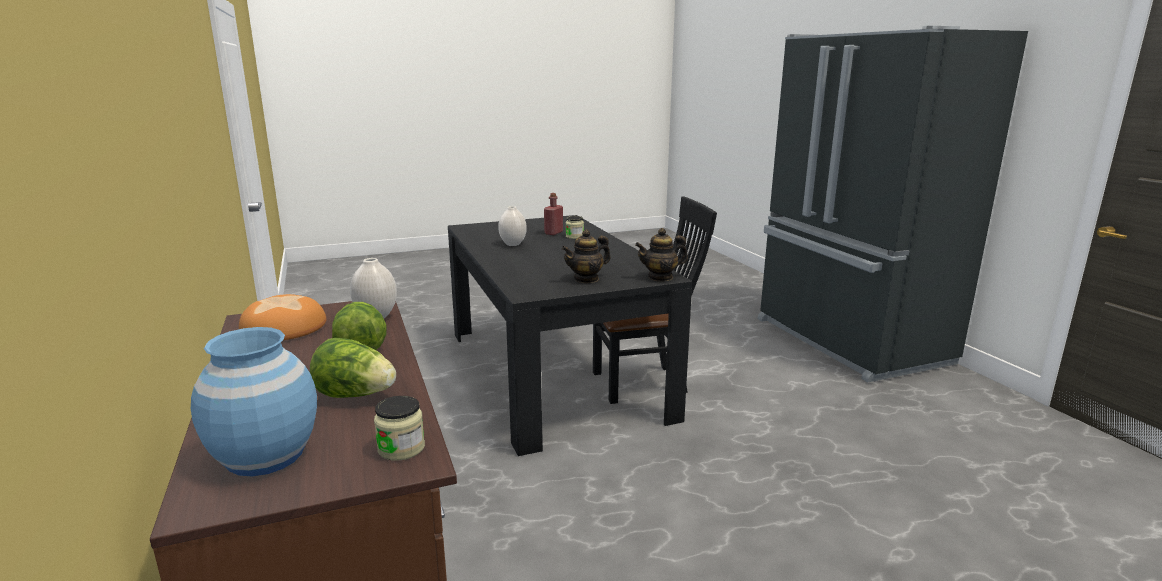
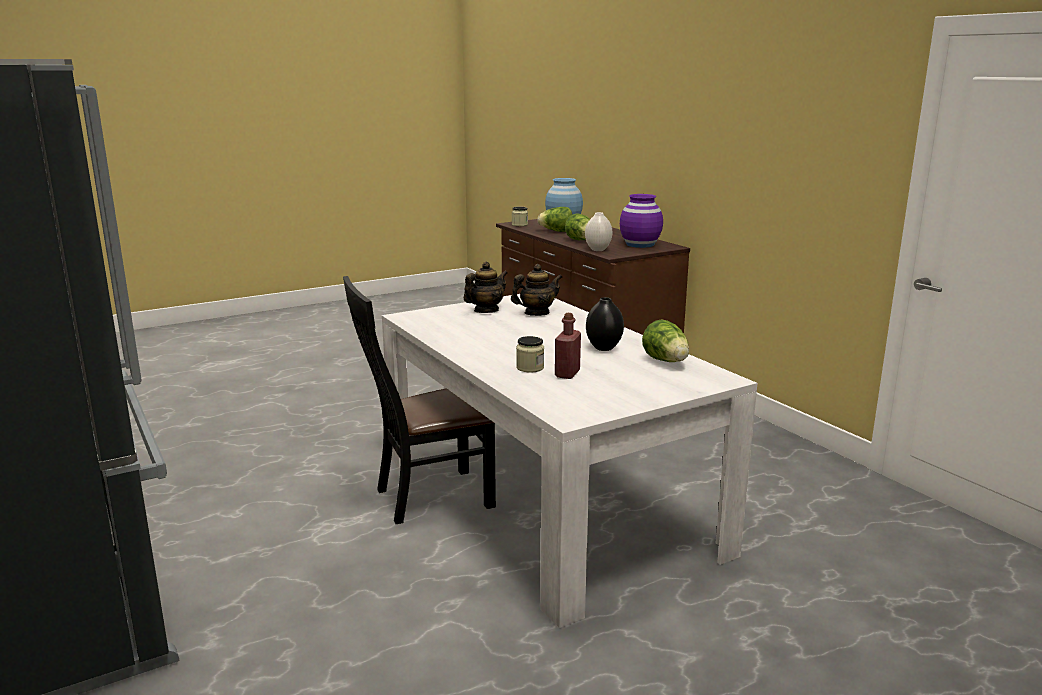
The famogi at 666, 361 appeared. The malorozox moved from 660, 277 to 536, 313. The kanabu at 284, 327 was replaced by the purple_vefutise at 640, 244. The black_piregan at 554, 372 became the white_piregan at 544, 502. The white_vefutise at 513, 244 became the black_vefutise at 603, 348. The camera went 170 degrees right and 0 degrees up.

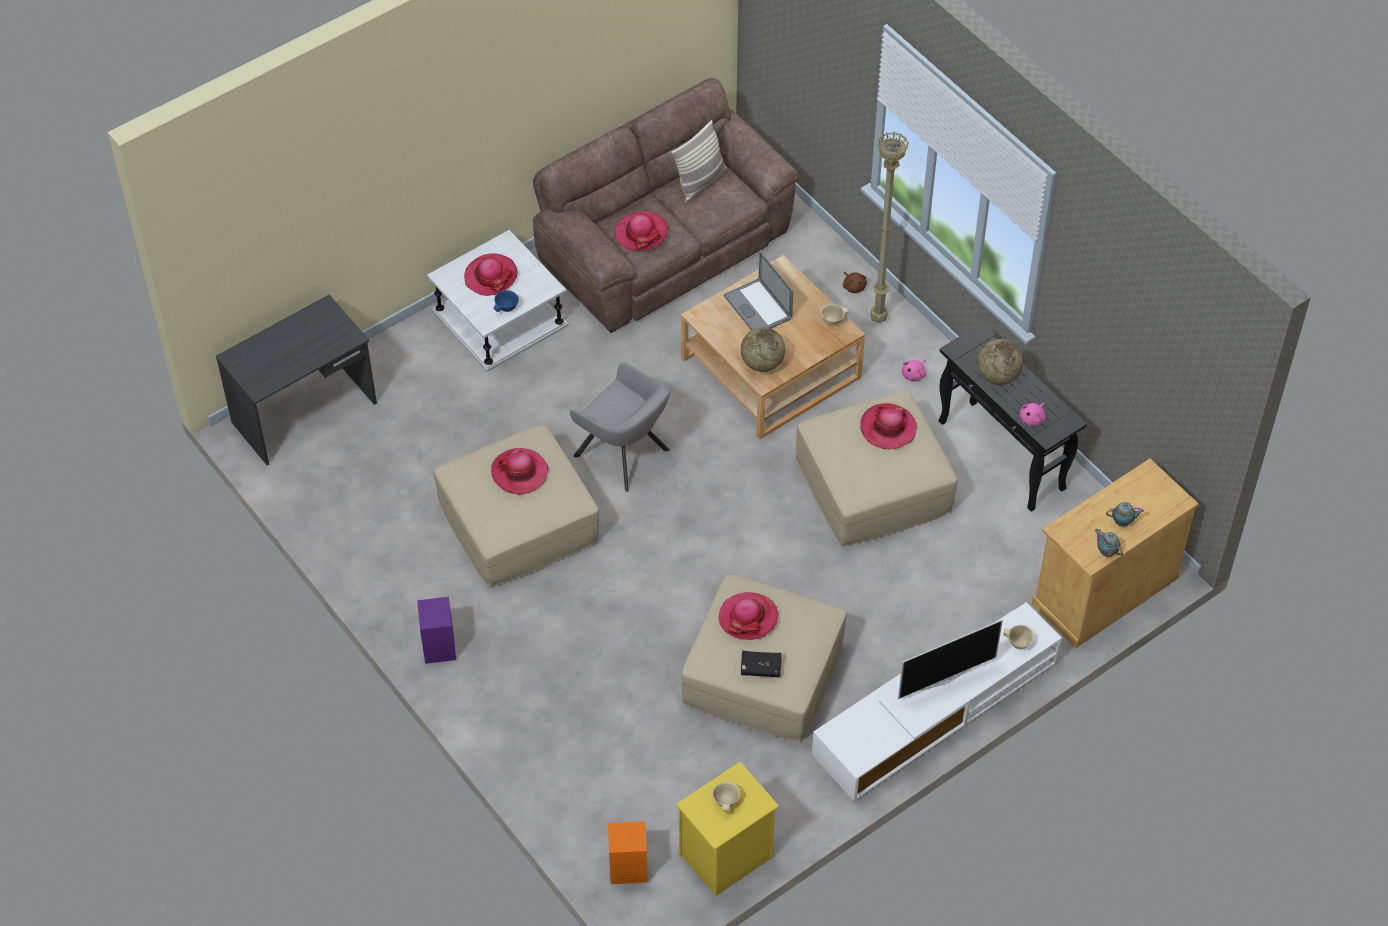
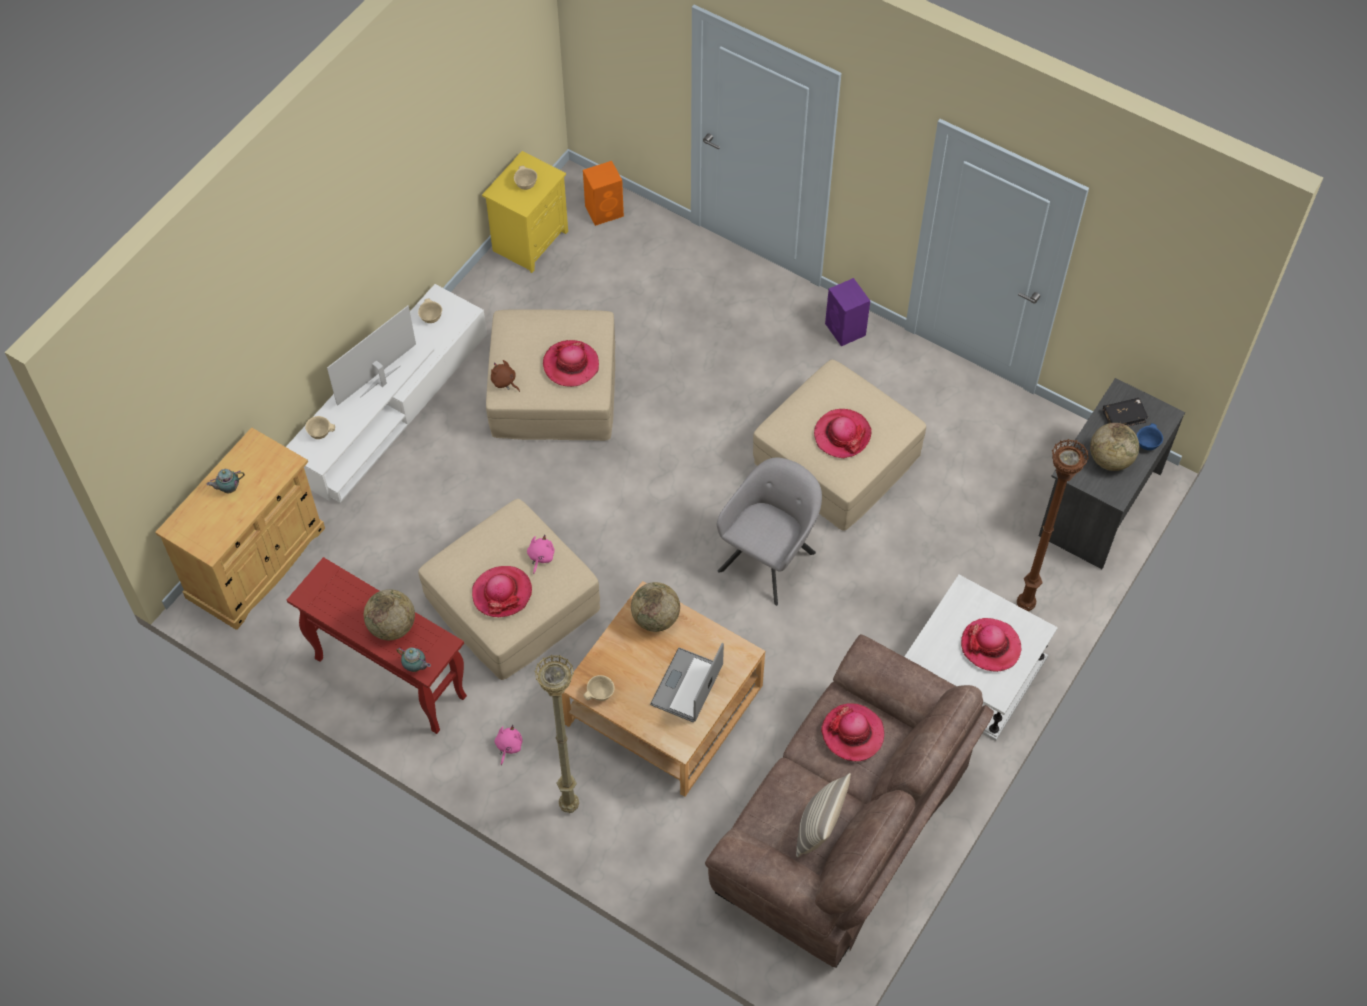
The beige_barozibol at 430, 318 appeared. The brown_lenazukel at 1024, 607 appeared. The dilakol at 1110, 459 appeared. The blue_barozibol moved from 506, 308 to 1146, 444. The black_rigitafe moved from 760, 668 to 1123, 416. The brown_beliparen moved from 853, 286 to 504, 382. The pink_beliparen moved from 1032, 418 to 540, 557. The malorozox moved from 1106, 551 to 415, 667. The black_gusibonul at 1002, 456 became the red_gusibonul at 389, 677. The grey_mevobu at 625, 455 turned 105 degrees clockwise. The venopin at 757, 307 turned 105 degrees counterclockwise. The camera went 160 degrees right and 5 degrees up.

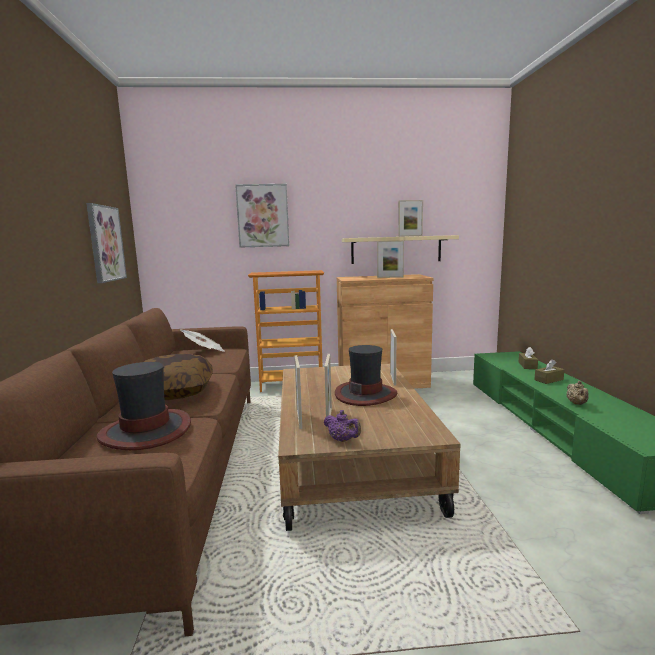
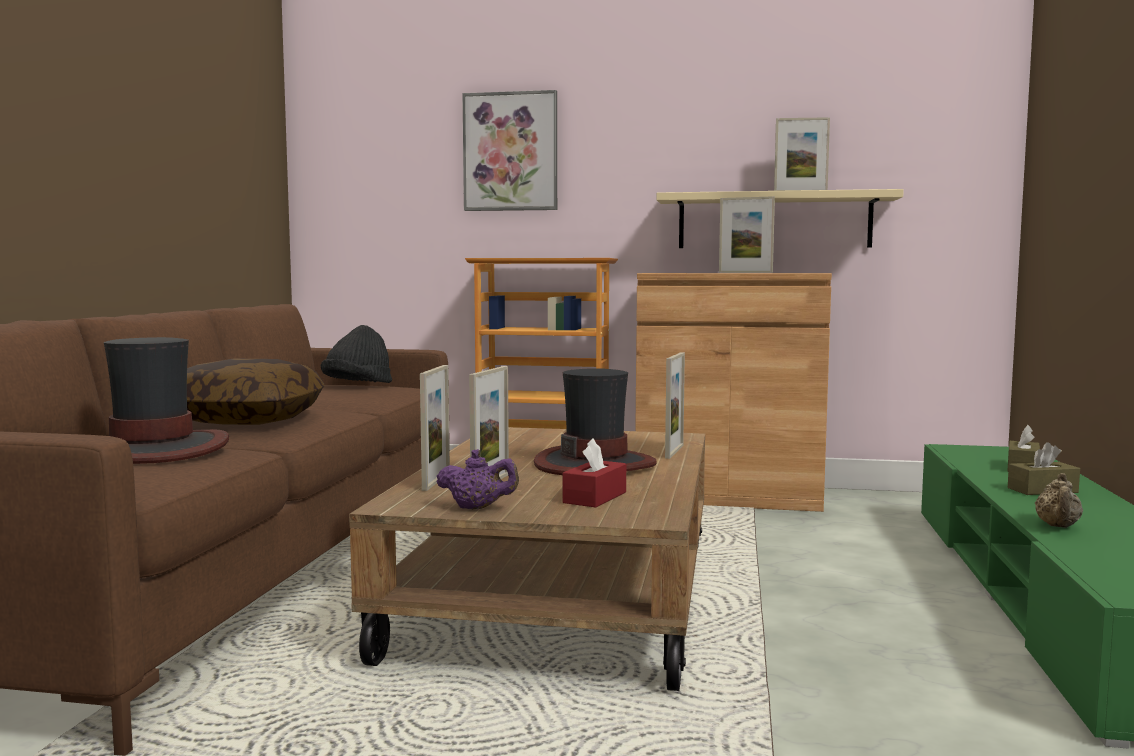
The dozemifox at 105, 243 disappeared. The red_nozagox at 595, 497 appeared. The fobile at 204, 351 was replaced by the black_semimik at 358, 386. The purple_malorozox at 342, 440 turned 45 degrees counterclockwise. The camera went 15 degrees right and 5 degrees down.

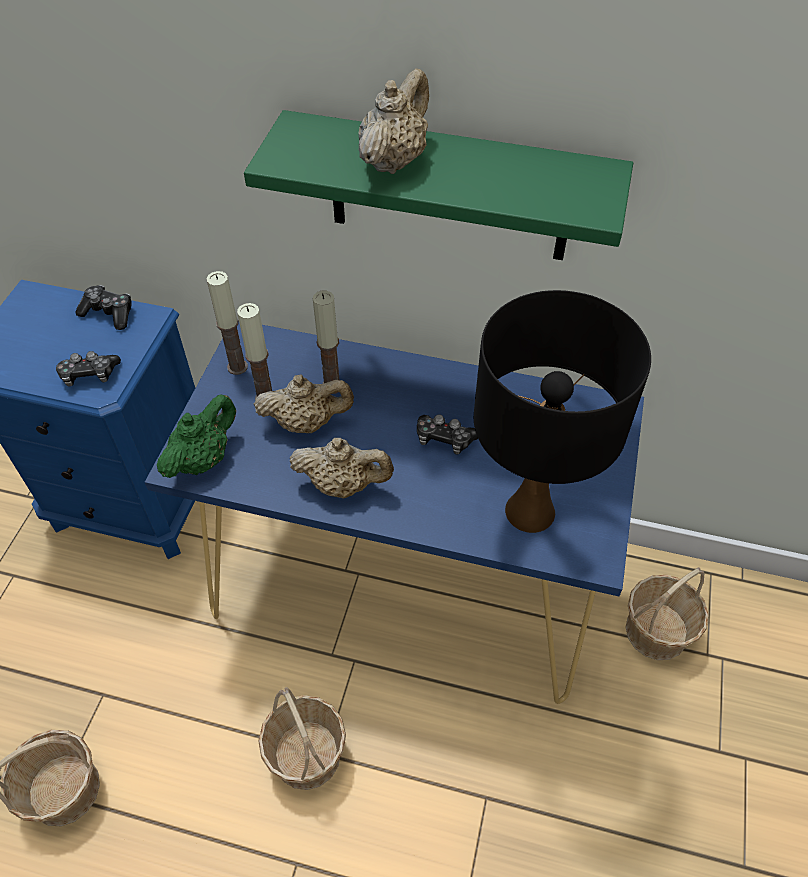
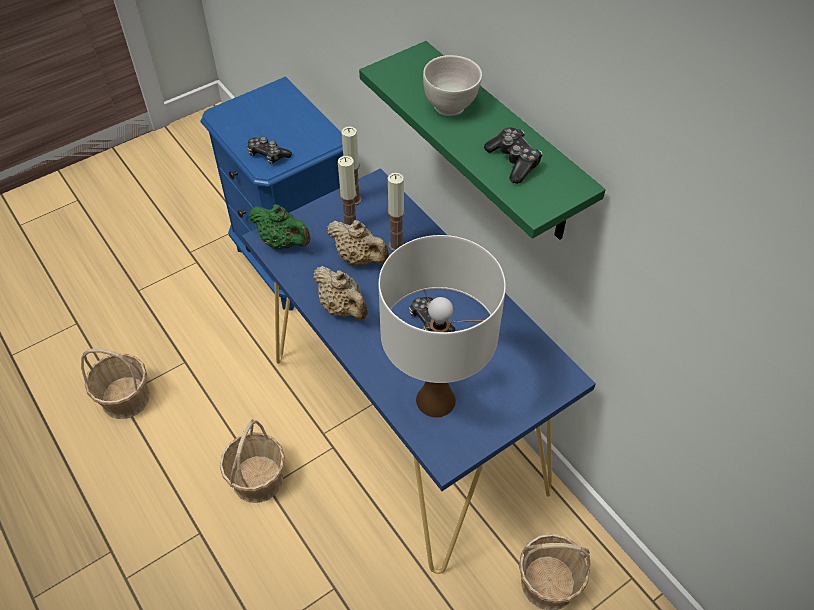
The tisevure moved from 109, 313 to 513, 161. The beige_malorozox at 394, 160 was replaced by the white_barozibol at 450, 106. The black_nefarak at 531, 511 became the white_nefarak at 436, 400. The green_malorozox at 203, 459 turned 45 degrees clockwise. The camera went 40 degrees right and 0 degrees up.

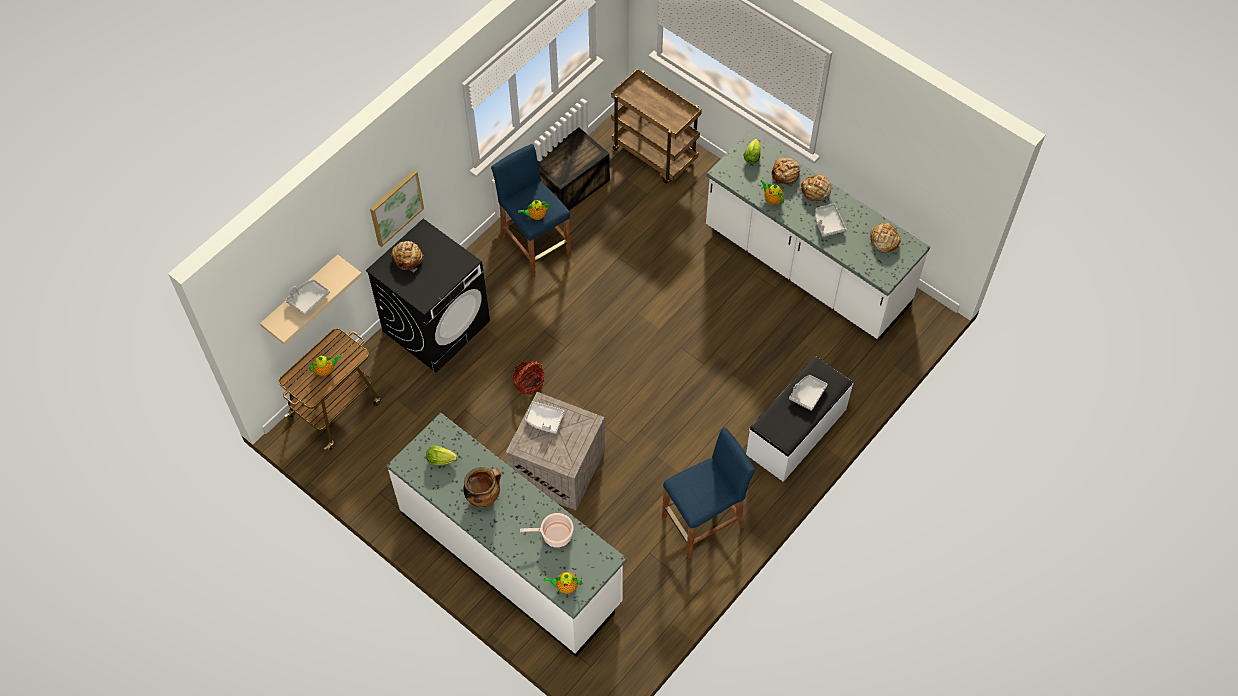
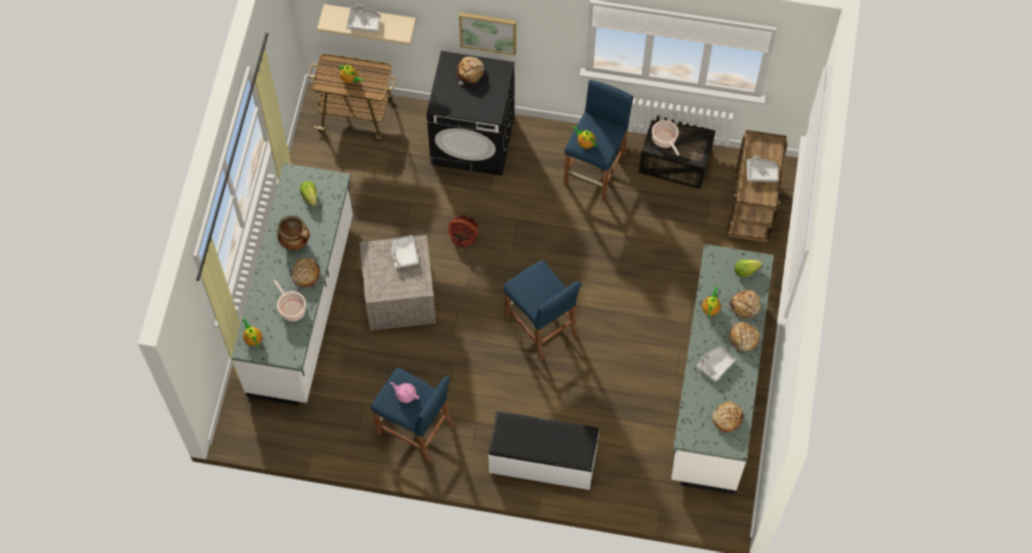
The kanabu at 305, 274 appeared. The pink_malorozox at 405, 394 appeared. The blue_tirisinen at 540, 326 appeared. The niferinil at 665, 140 appeared. The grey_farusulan moved from 807, 394 to 761, 172. The camera went 60 degrees right and 5 degrees up.

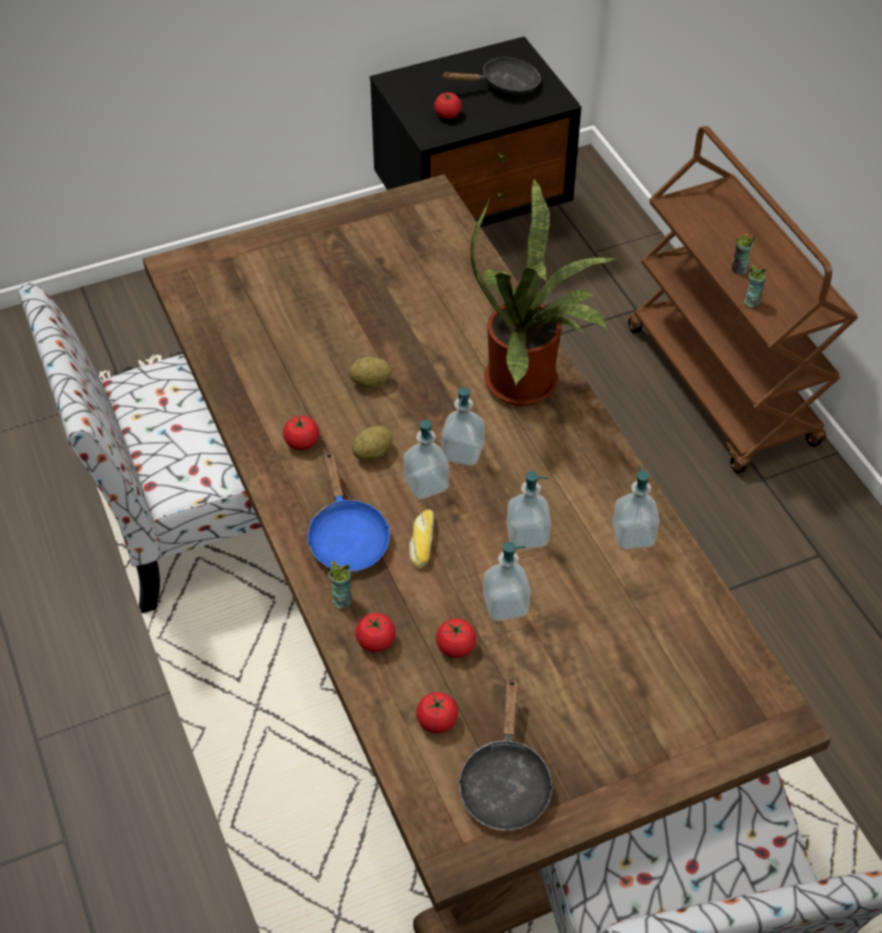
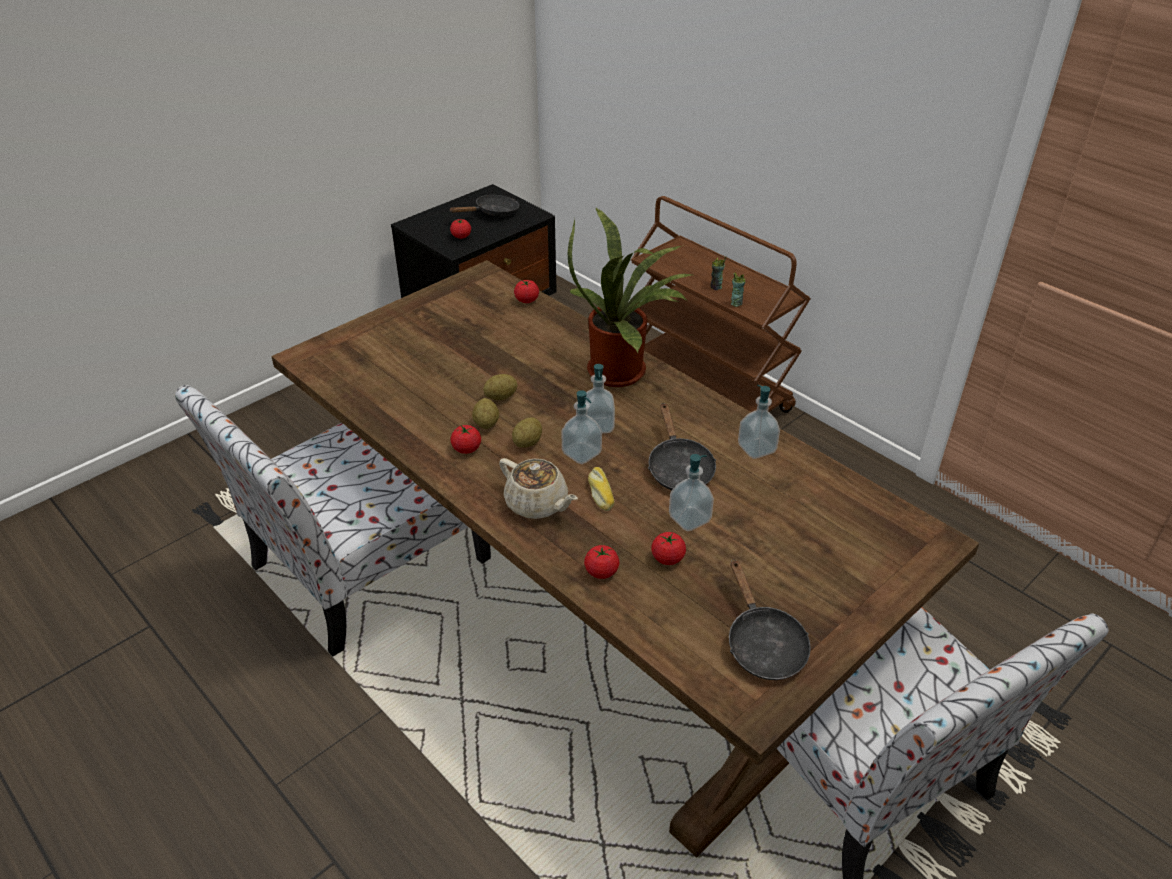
The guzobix at 342, 600 disappeared. The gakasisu at 486, 423 appeared. The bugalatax moved from 437, 721 to 526, 300. The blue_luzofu at 346, 537 was replaced by the beige_malorozox at 537, 504. The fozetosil at 527, 535 was replaced by the black_luzofu at 678, 468. The camera went 20 degrees left and 10 degrees down.

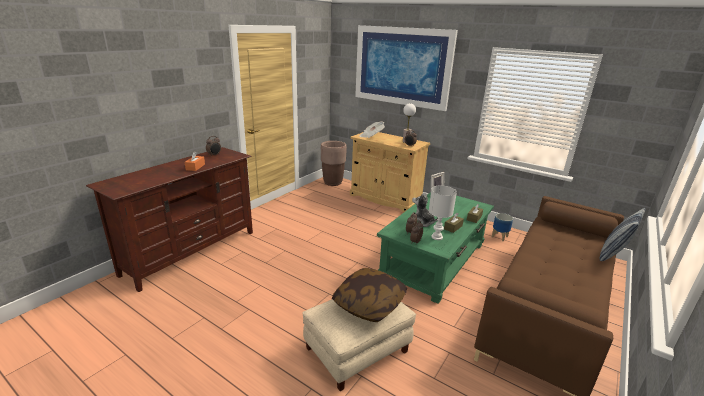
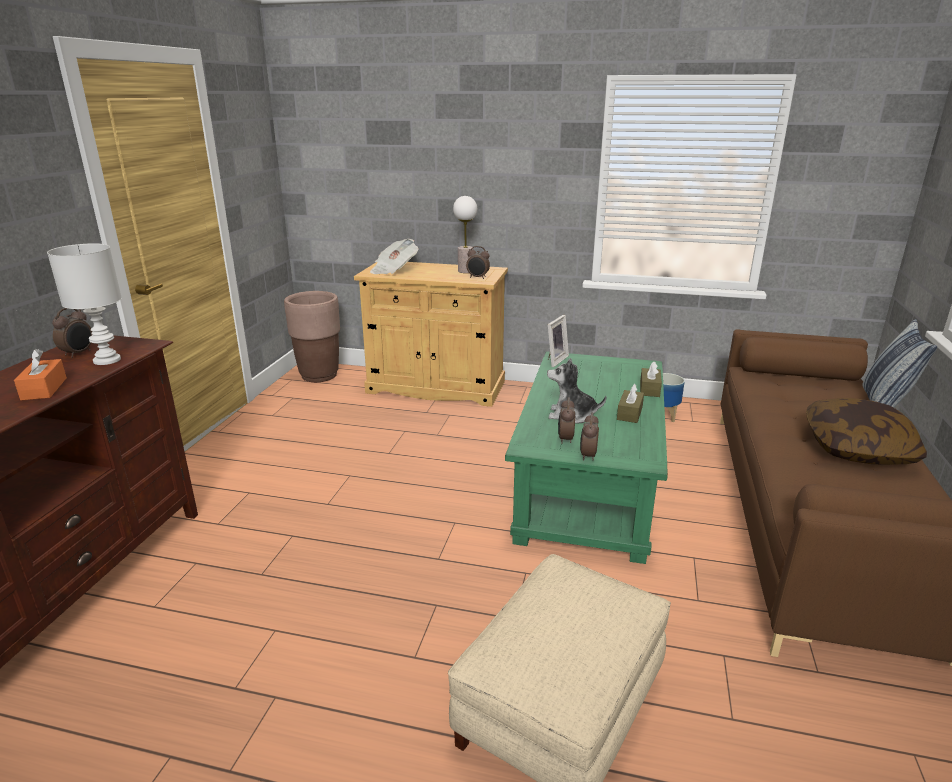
The dozemifox at 402, 66 disappeared. The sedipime moved from 369, 304 to 857, 448. The white_nefarak moved from 437, 237 to 106, 360. The camera went 20 degrees left and 0 degrees up.

